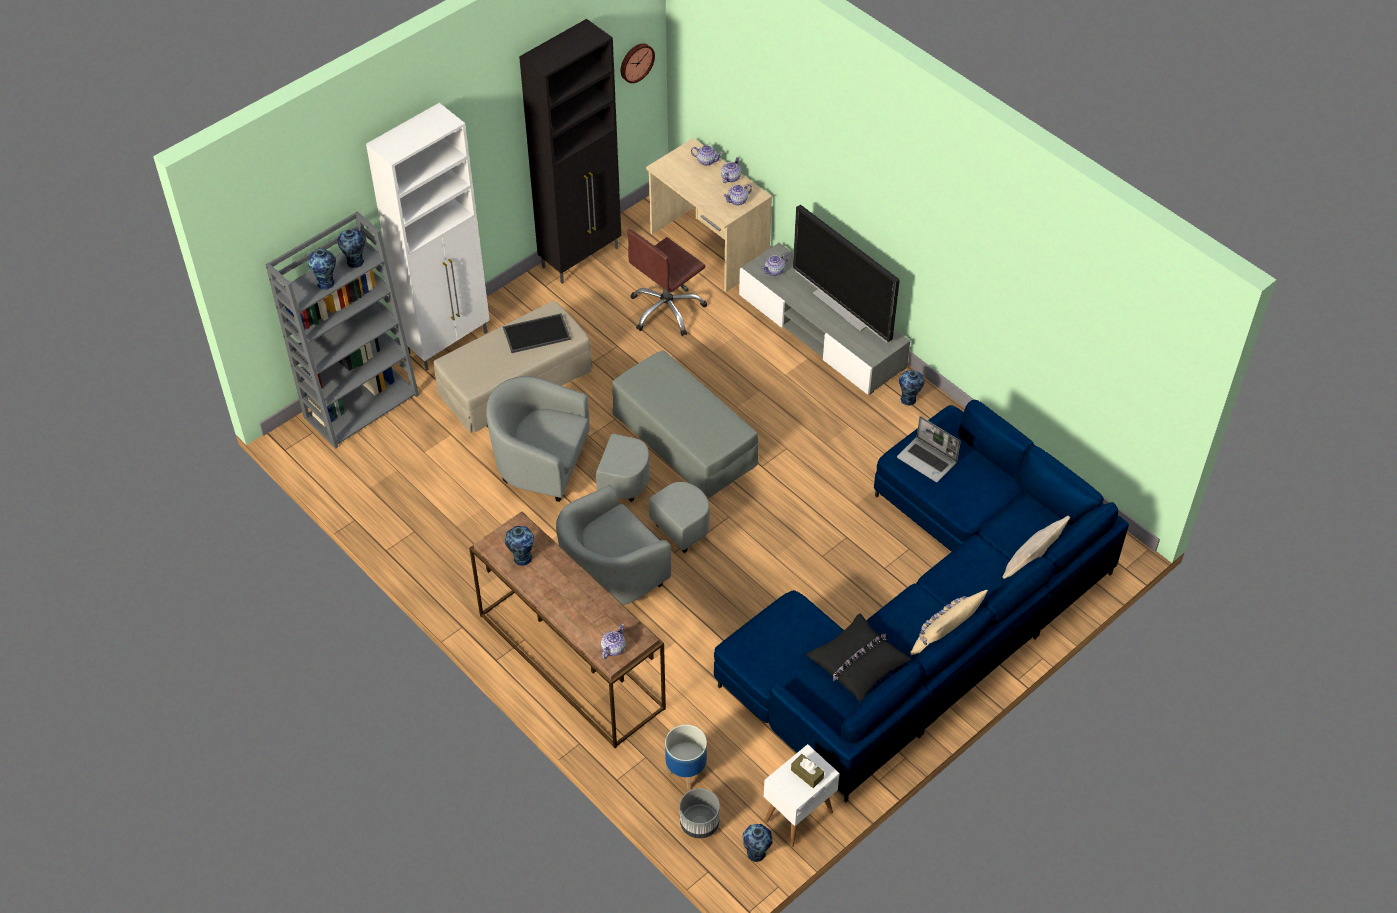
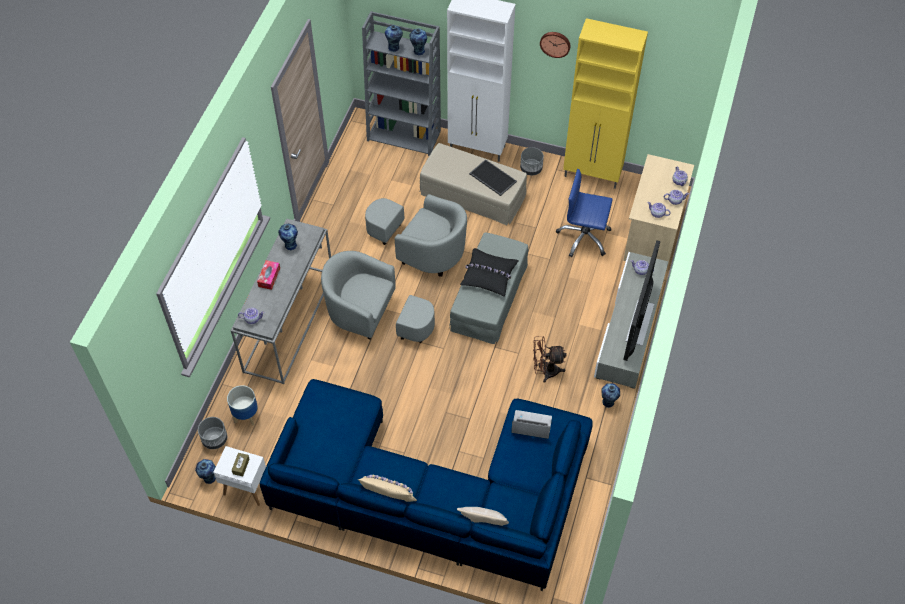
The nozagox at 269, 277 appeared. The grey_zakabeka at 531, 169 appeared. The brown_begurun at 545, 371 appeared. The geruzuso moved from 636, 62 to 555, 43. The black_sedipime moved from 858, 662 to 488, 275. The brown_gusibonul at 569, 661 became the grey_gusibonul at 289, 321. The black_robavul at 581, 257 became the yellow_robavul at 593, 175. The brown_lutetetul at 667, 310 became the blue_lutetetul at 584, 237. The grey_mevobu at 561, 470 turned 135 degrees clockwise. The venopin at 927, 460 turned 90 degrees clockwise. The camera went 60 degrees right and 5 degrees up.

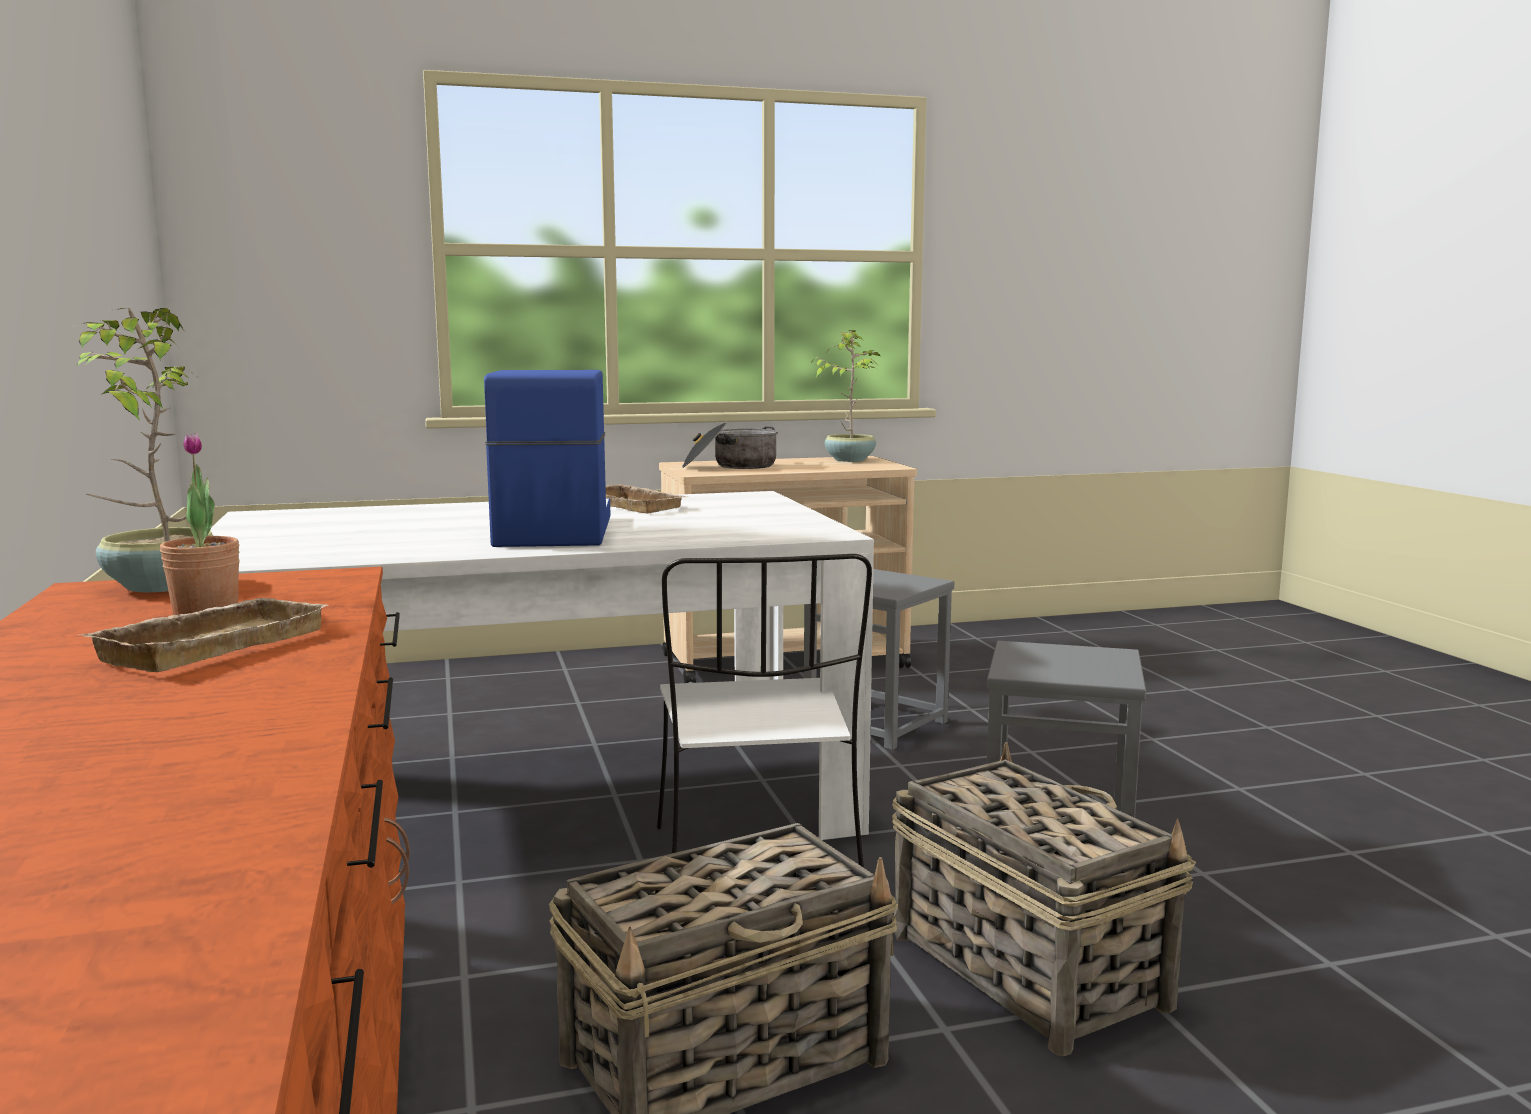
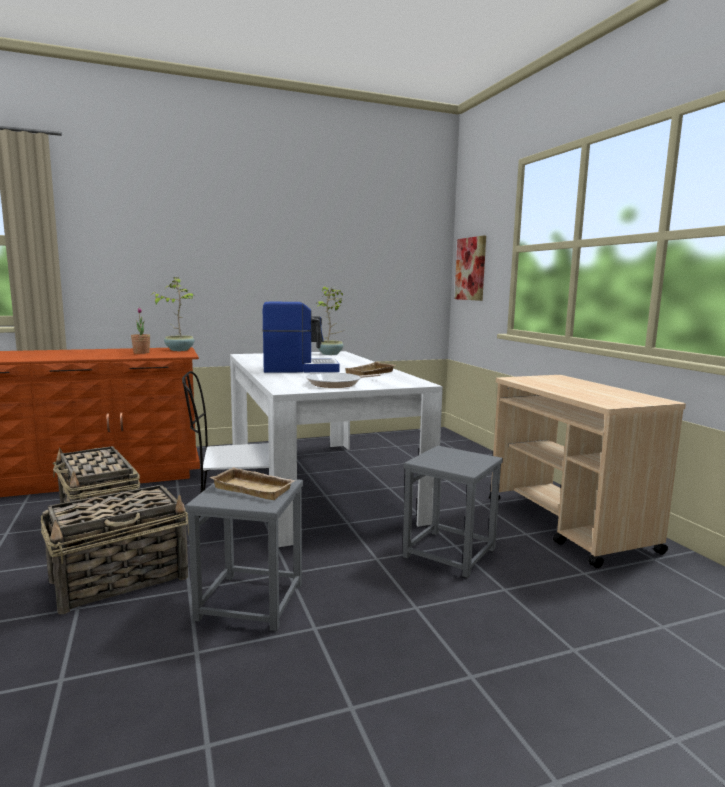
The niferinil at 731, 466 disappeared. The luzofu at 337, 384 appeared. The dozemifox at 471, 269 appeared. The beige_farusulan moved from 211, 645 to 255, 488. The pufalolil moved from 850, 460 to 330, 354. The camera went 85 degrees right and 0 degrees up.

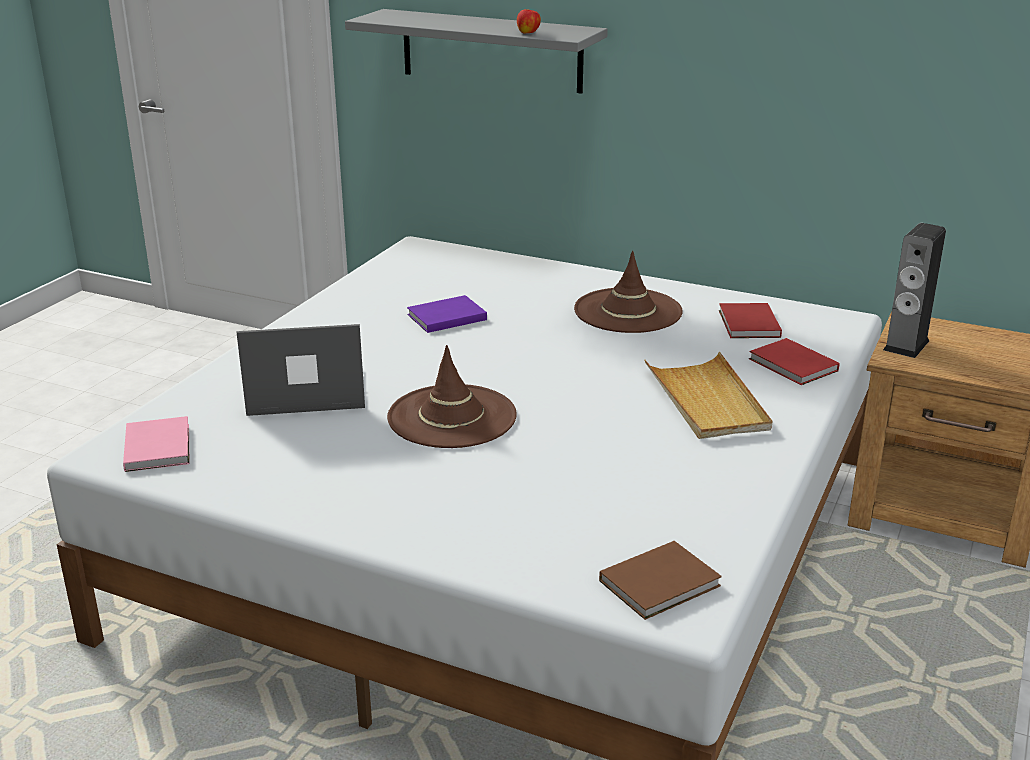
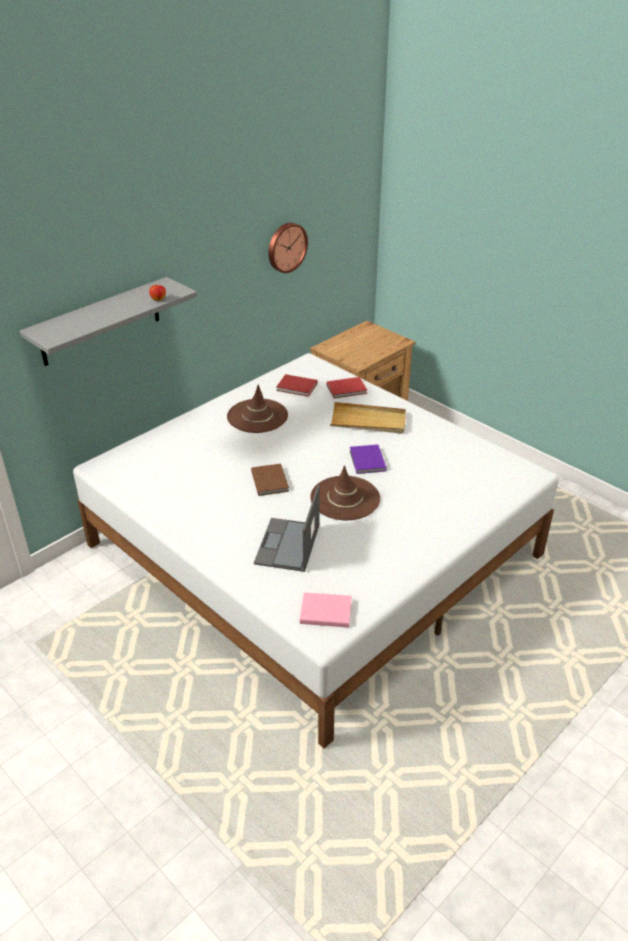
The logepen at 906, 345 disappeared. The geruzuso at 286, 247 appeared. The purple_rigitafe moved from 444, 317 to 367, 461. The brown_rigitafe moved from 663, 583 to 270, 480. The camera went 70 degrees left and 10 degrees up.

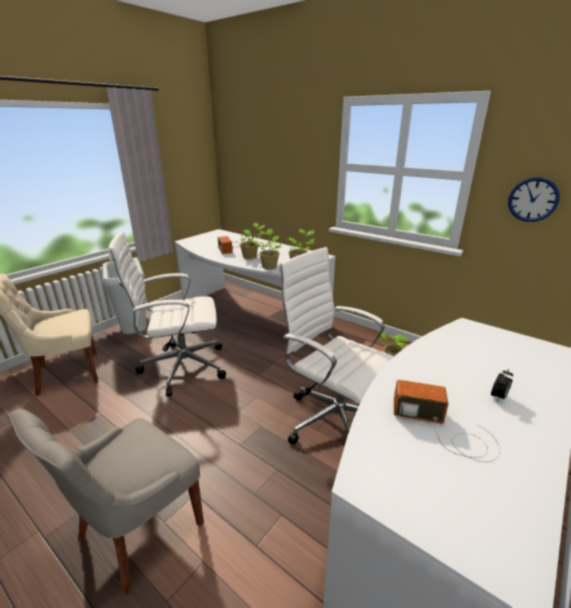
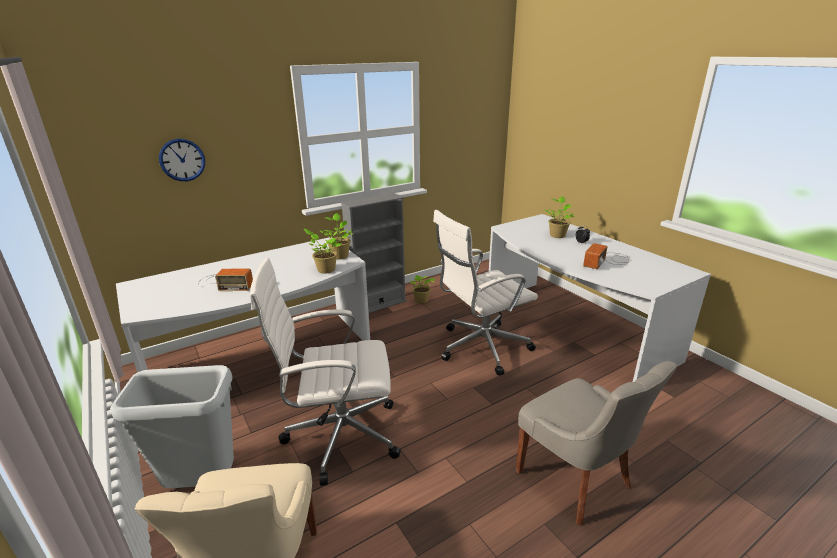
The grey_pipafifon at 378, 304 appeared. The pufalolil moved from 251, 256 to 557, 235. The geruzuso moved from 533, 199 to 182, 160. The white_lutetetul at 181, 367 turned 75 degrees clockwise. The camera went 70 degrees left and 0 degrees up.

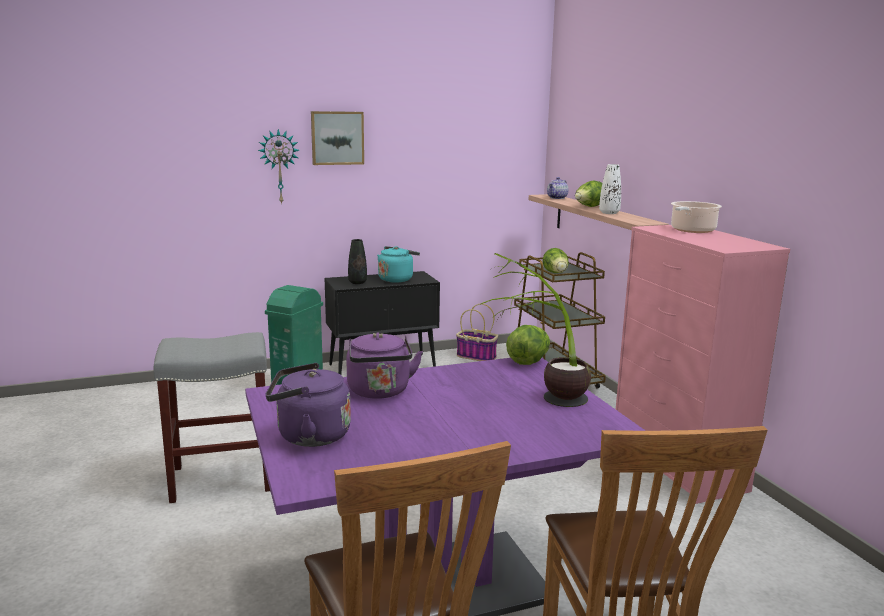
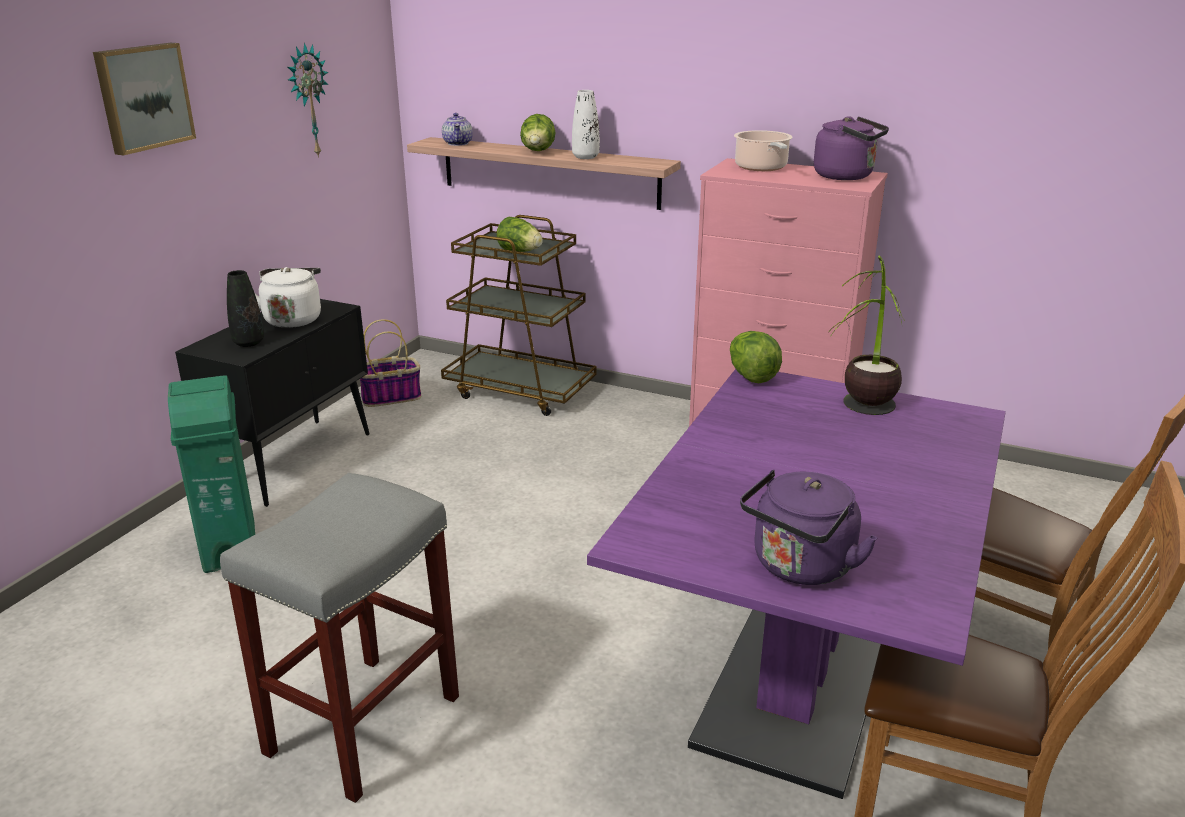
The geruzuso moved from 279, 166 to 307, 101. The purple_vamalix moved from 380, 392 to 847, 176. The turquoise_vamalix at 397, 279 became the white_vamalix at 293, 319. The camera went 45 degrees left and 10 degrees up.

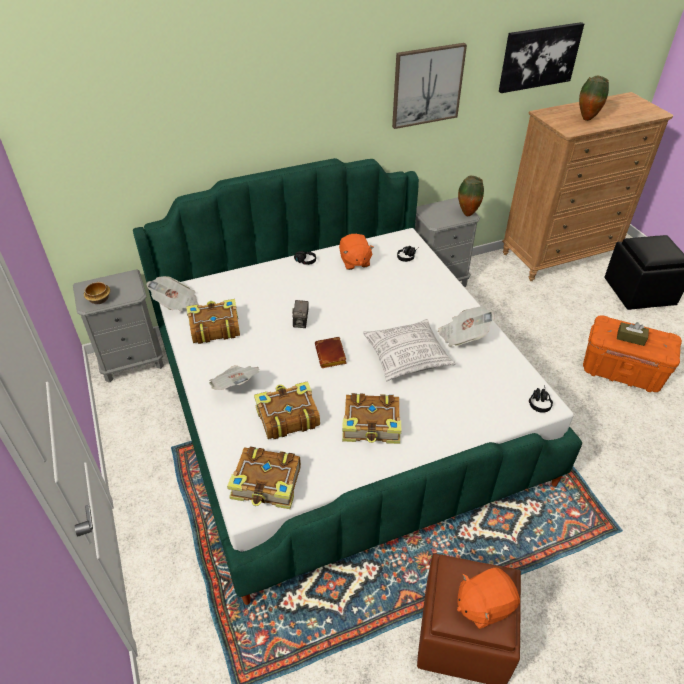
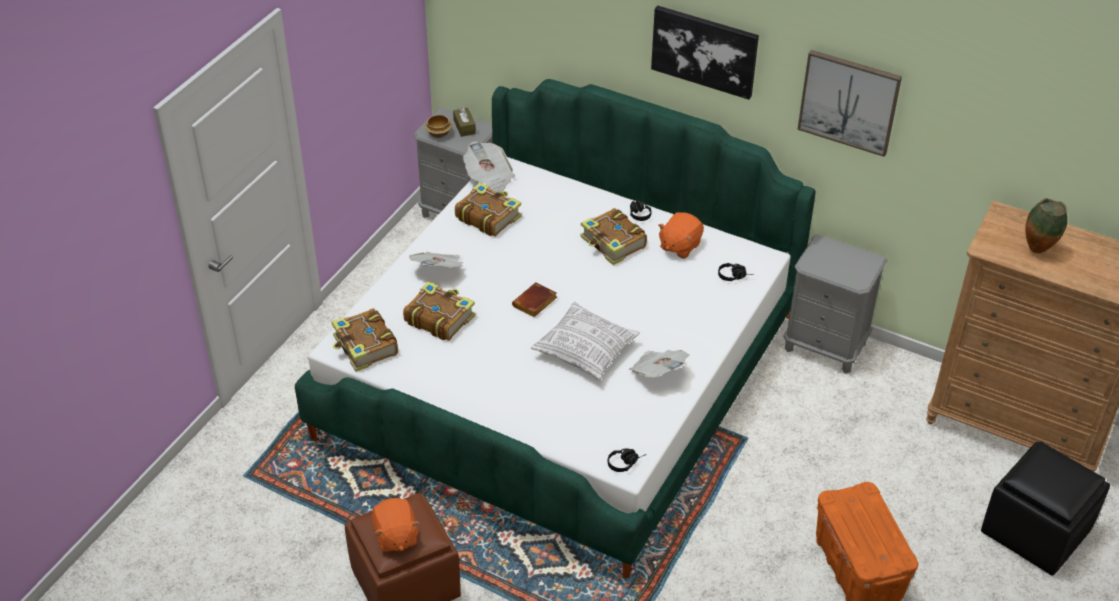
The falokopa at 301, 322 disappeared. The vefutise at 467, 214 disappeared. The rigitafe moved from 372, 426 to 613, 244. The dozemifox moved from 539, 57 to 704, 51. The brown_nozagox moved from 630, 338 to 464, 127. The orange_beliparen at 484, 605 turned 135 degrees counterclockwise. The camera went 50 degrees right and 0 degrees up.

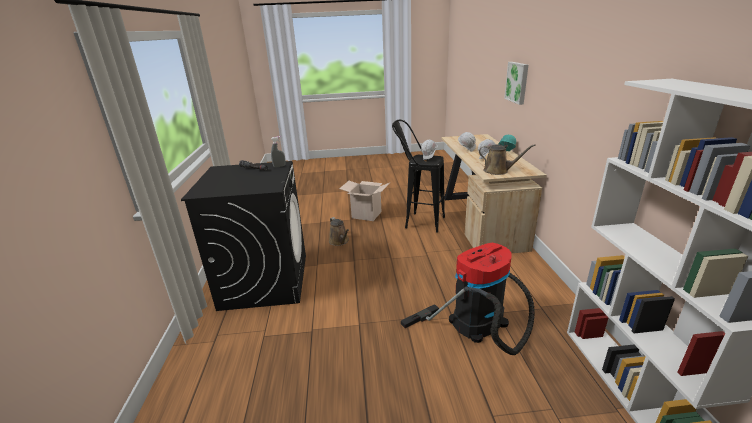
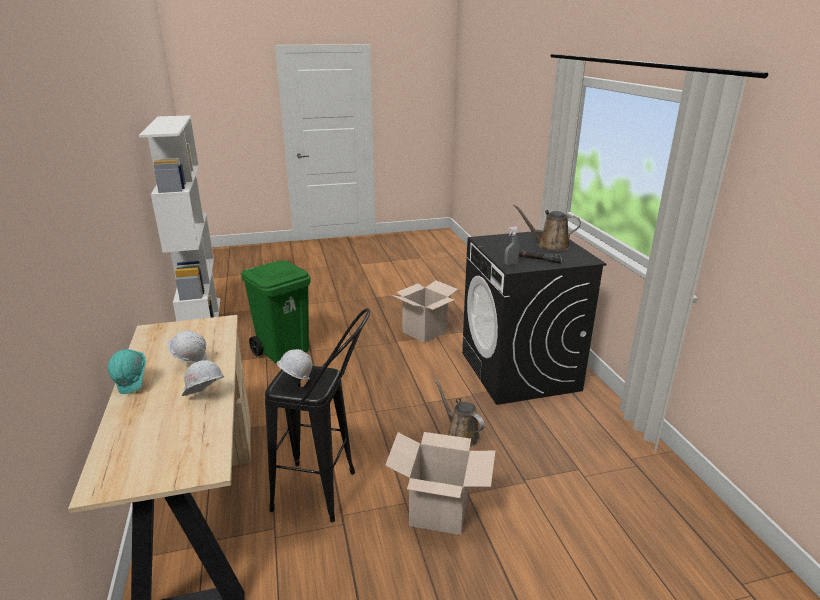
The dozemifox at 517, 82 disappeared. The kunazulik at 424, 332 appeared. The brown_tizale moved from 498, 171 to 549, 245. The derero at 481, 319 was replaced by the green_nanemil at 284, 351. The camera went 170 degrees right and 0 degrees up.

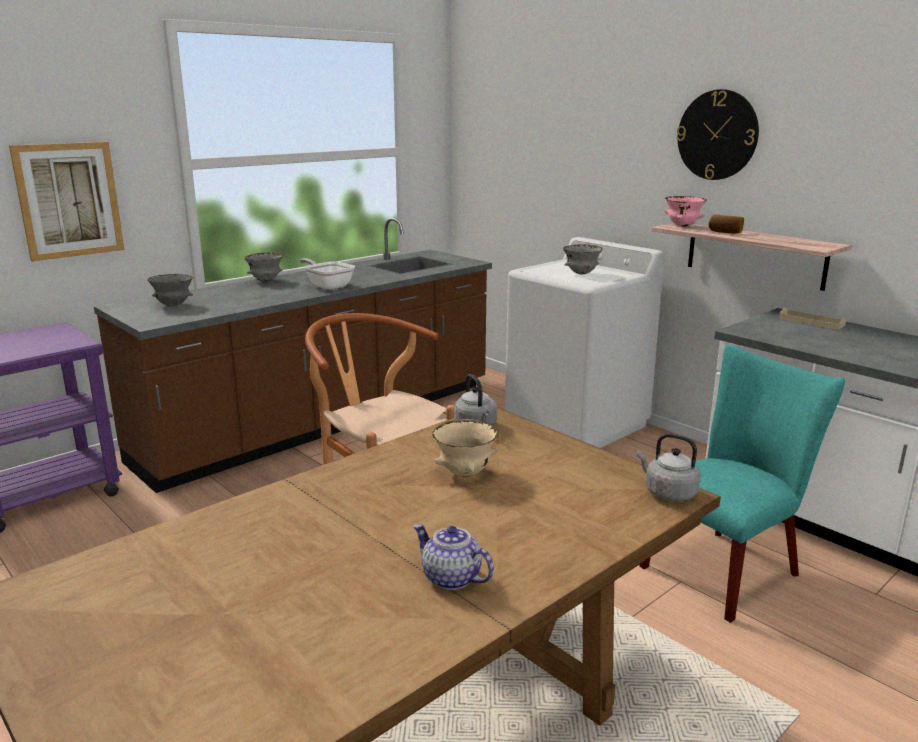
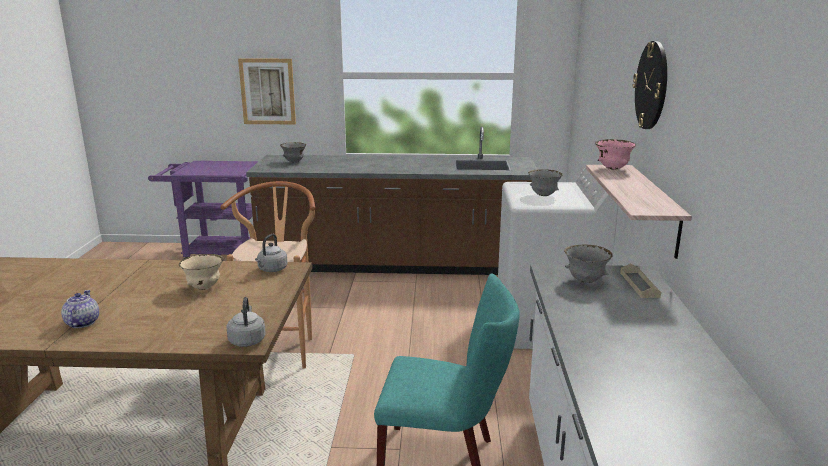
The luzofu at 328, 285 disappeared. The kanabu at 725, 232 disappeared. The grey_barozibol moved from 265, 281 to 585, 281. The camera went 45 degrees right and 0 degrees up.

